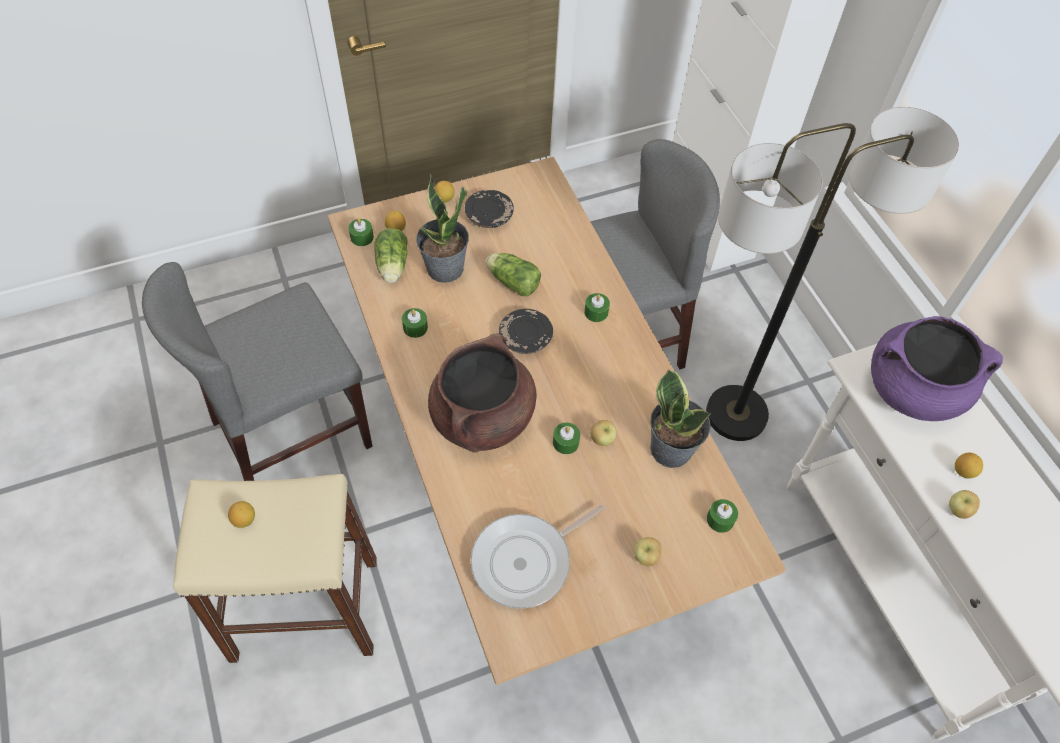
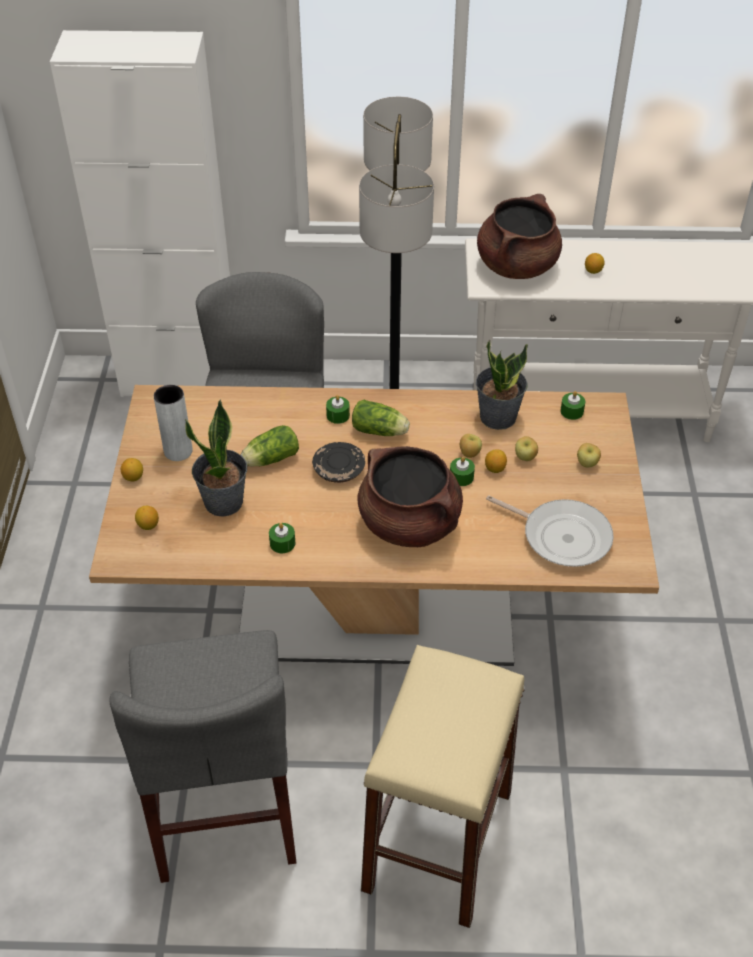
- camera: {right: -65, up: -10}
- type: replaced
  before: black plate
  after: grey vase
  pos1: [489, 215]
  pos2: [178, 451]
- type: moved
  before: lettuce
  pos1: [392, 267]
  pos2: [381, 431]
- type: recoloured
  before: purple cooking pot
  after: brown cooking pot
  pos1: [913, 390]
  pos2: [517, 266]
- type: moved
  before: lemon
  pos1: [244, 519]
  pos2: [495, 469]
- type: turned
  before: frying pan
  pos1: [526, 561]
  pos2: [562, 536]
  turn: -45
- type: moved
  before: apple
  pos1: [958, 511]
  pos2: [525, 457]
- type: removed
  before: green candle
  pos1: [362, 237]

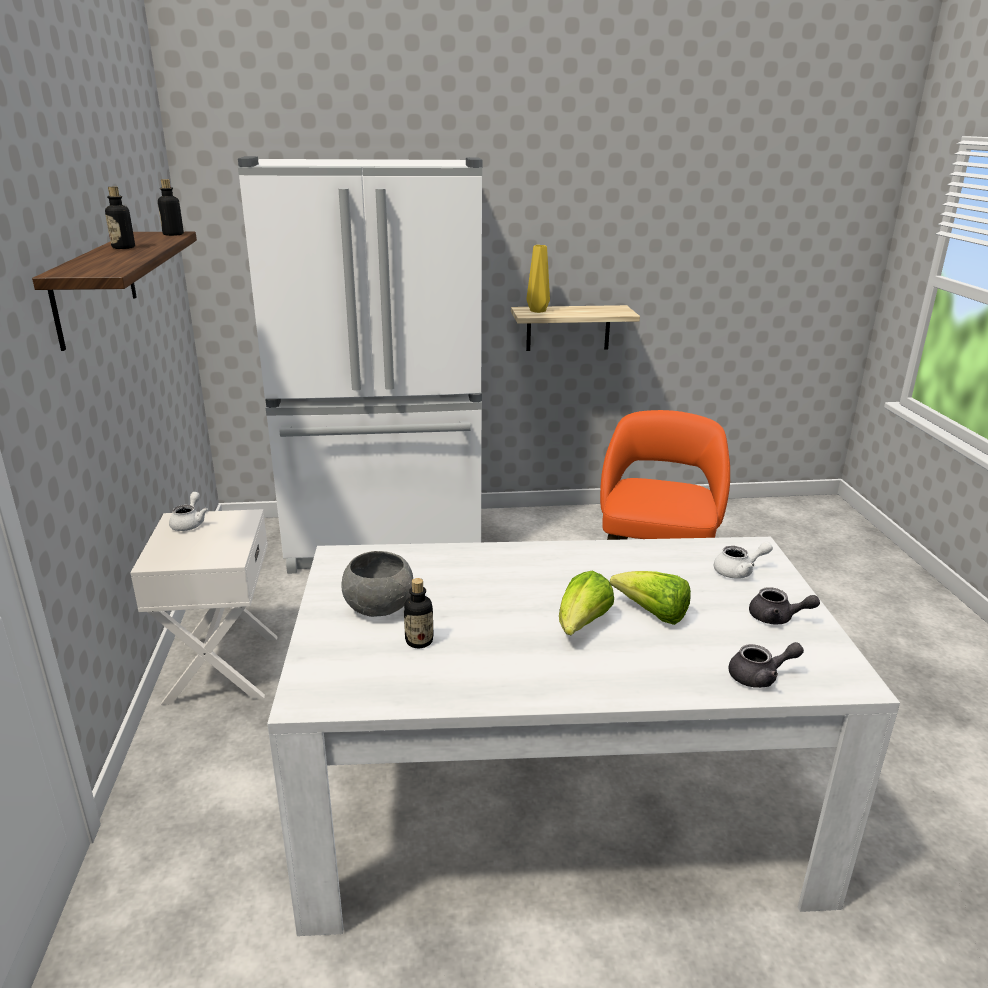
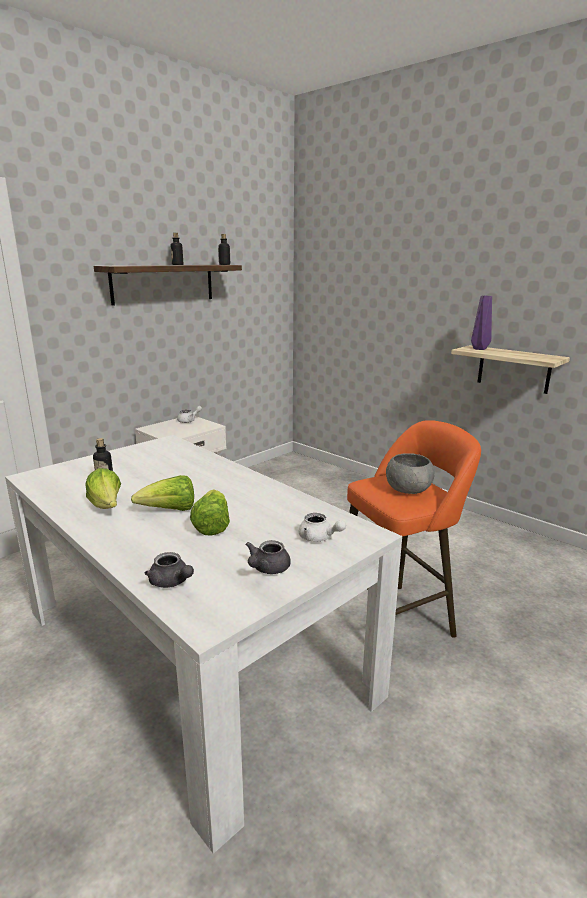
- camera: {right: 50, up: -5}
- type: added
  after: lettuce
  pos2: [107, 506]
- type: turned
  before: grey teapot
  pos1: [777, 618]
  pos2: [267, 569]
  turn: 45
- type: moved
  before: grey bowl
  pos1: [379, 607]
  pos2: [408, 490]
- type: recoloured
  before: yellow vase
  after: purple vase
  pos1: [537, 310]
  pos2: [480, 349]
- type: removed
  before: white fridge
  pos1: [385, 542]

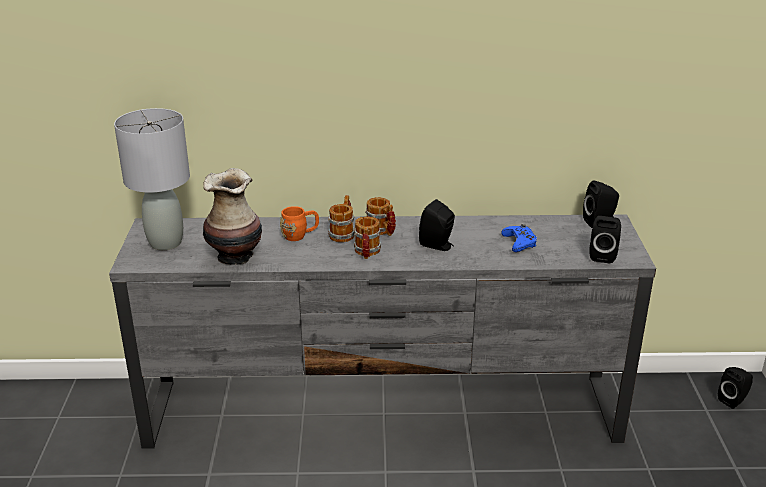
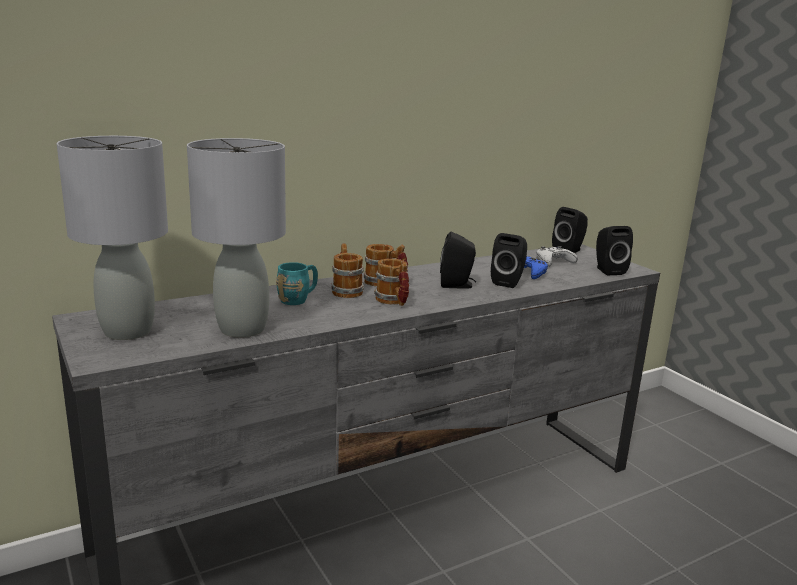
- camera: {right: -30, up: -10}
- type: replaced
  before: vase
  after: grey table lamp
  pos1: [236, 256]
  pos2: [243, 329]
- type: recoloured
  before: orange mug
  after: turquoise mug
  pos1: [300, 235]
  pos2: [298, 299]
- type: moved
  before: black speaker
  pos1: [733, 400]
  pos2: [508, 282]
- type: added
  after: white game controller
  pos2: [553, 262]

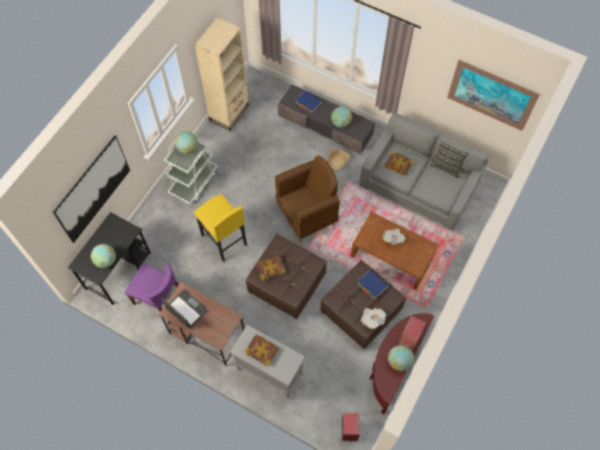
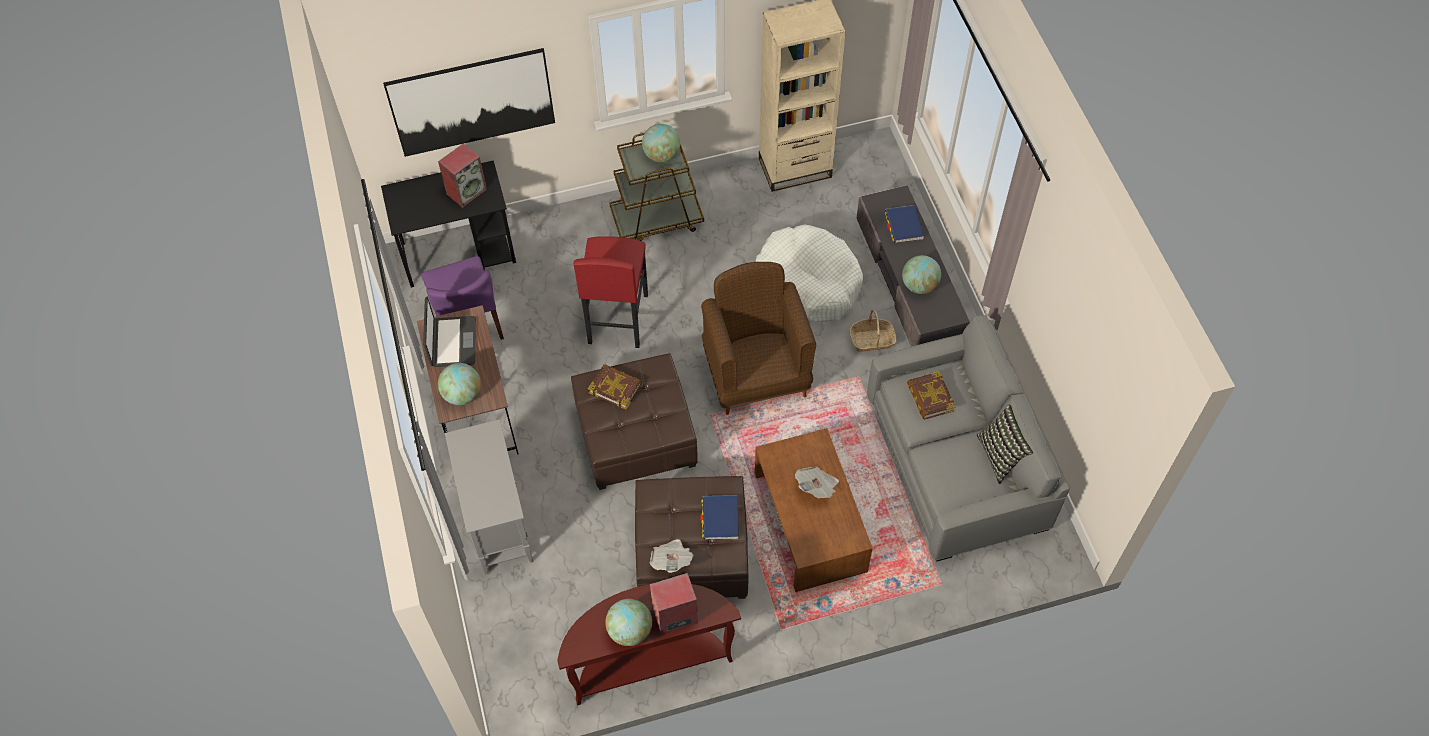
- camera: {right: 45, up: -5}
- type: moved
  before: speaker
  pos1: [349, 429]
  pos2: [467, 191]
- type: moved
  before: globe
  pos1: [106, 260]
  pos2: [462, 394]
- type: recoloured
  before: yellow stool
  after: red stool
  pos1: [224, 240]
  pos2: [617, 319]
- type: recoloured
  before: white cart
  after: brown cart
  pos1: [194, 182]
  pos2: [657, 219]
- type: turned
  before: brown armchair
  pos1: [307, 214]
  pos2: [756, 374]
  turn: -120
- type: added
  after: white dog bed
  pos2: [808, 281]
- type: removed
  before: book
  pos1: [262, 350]
- type: removed
  before: picture
  pos1: [491, 95]

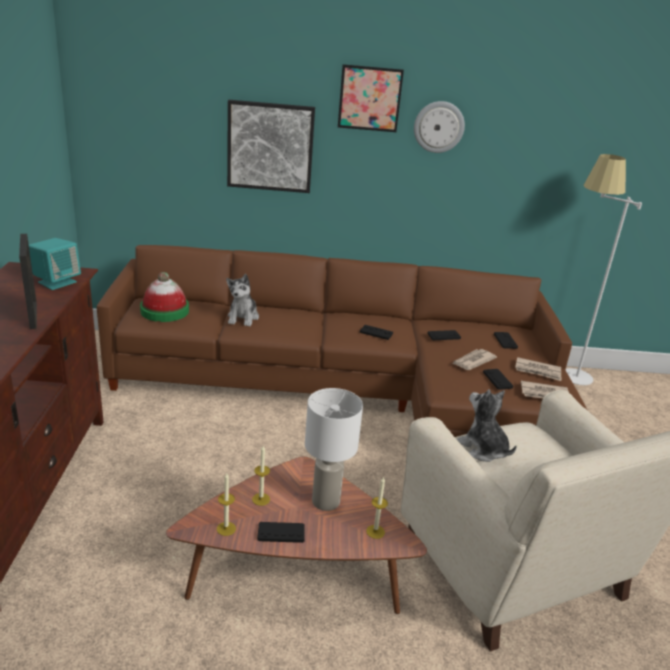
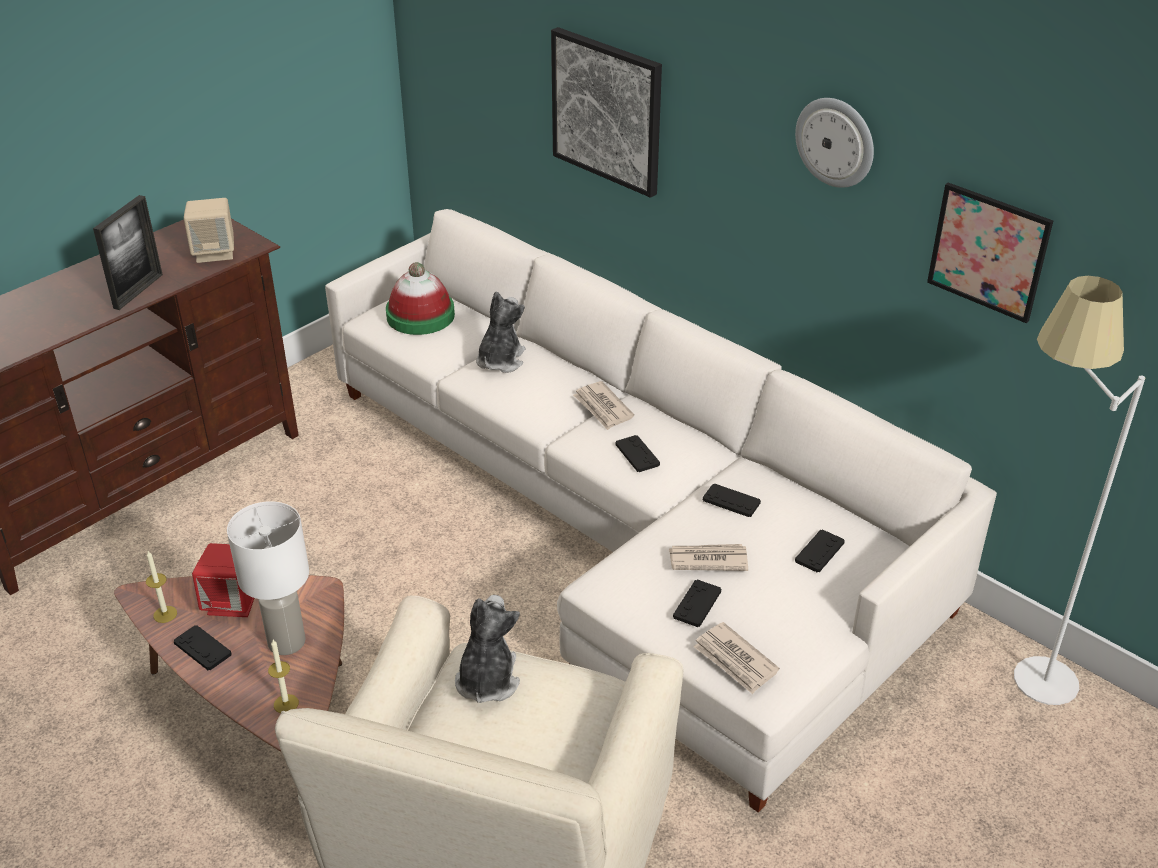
- camera: {right: 45, up: 10}
- type: recoloured
  before: turquoise speaker
  after: beige speaker
  pos1: [57, 282]
  pos2: [215, 253]
- type: replaced
  before: candle
  after: red speaker
  pos1: [261, 499]
  pos2: [233, 603]
- type: recoloured
  before: brown sofa
  after: white sofa
  pos1: [354, 389]
  pos2: [634, 527]
- type: turned
  before: plush toy
  pos1: [243, 317]
  pos2: [500, 360]
  turn: 150
- type: moved
  before: newspaper
  pos1: [538, 371]
  pos2: [603, 408]
- type: moved
  before: picture
  pos1: [369, 98]
  pos2: [988, 251]

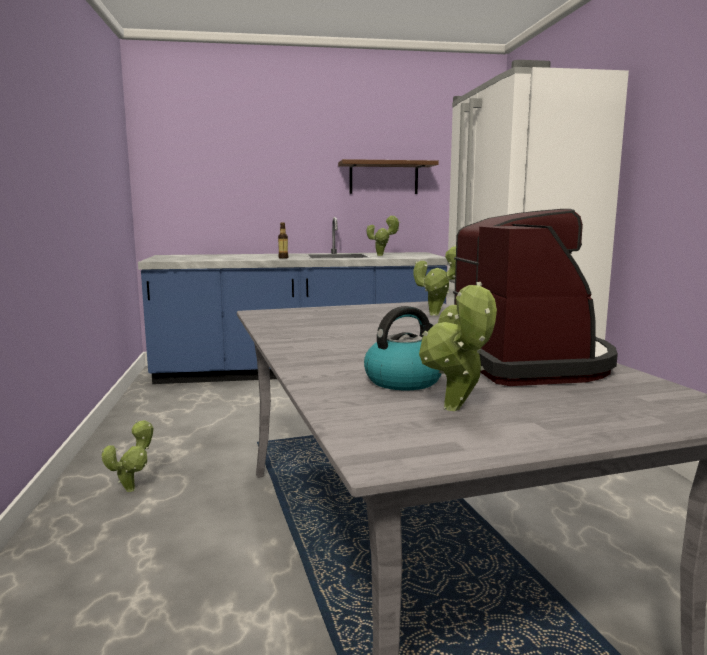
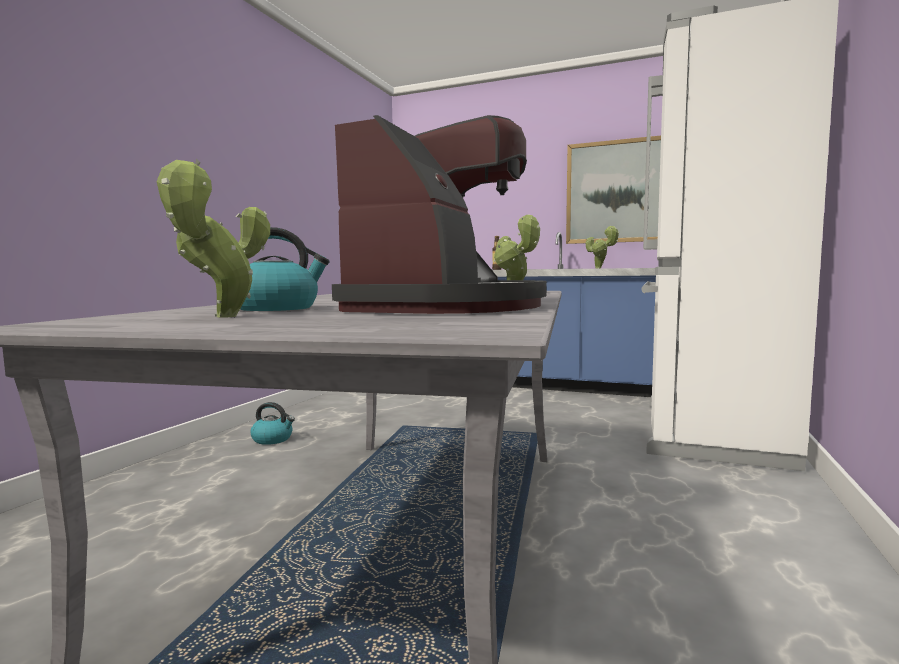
- camera: {right: 30, up: -5}
- type: replaced
  before: potted plant
  after: kettle
  pos1: [133, 488]
  pos2: [273, 439]
- type: replaced
  before: brown shelf
  after: picture
  pos1: [383, 178]
  pos2: [617, 192]

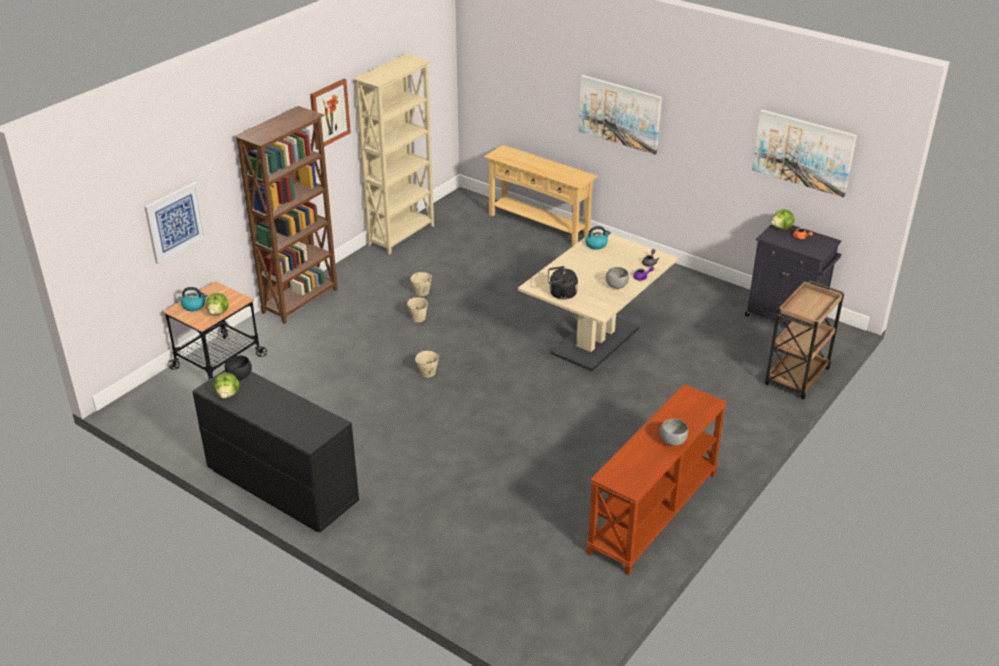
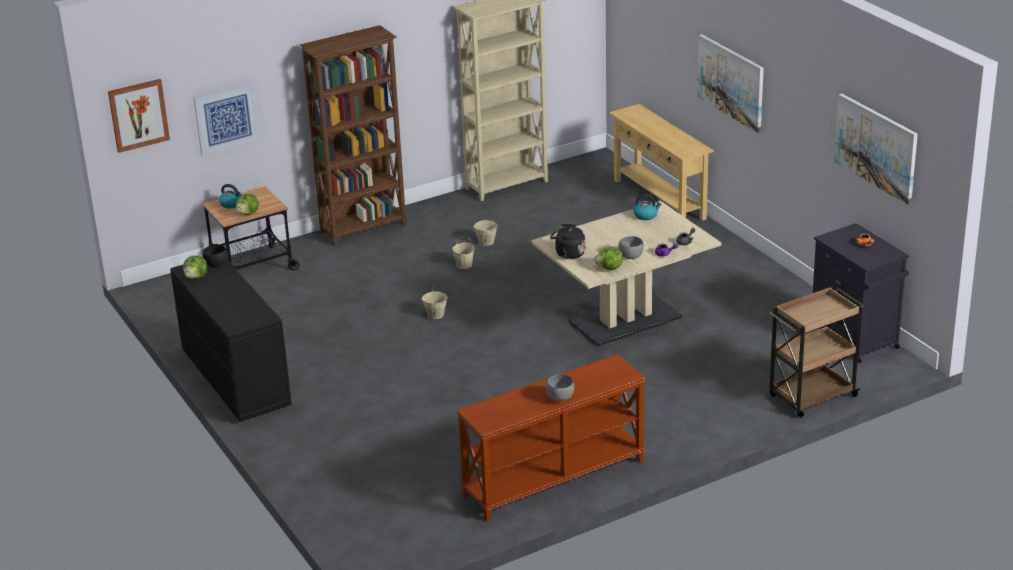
- camera: {right: 25, up: -5}
- type: moved
  before: picture
  pos1: [329, 113]
  pos2: [138, 115]
- type: moved
  before: lettuce
  pos1: [781, 228]
  pos2: [609, 268]

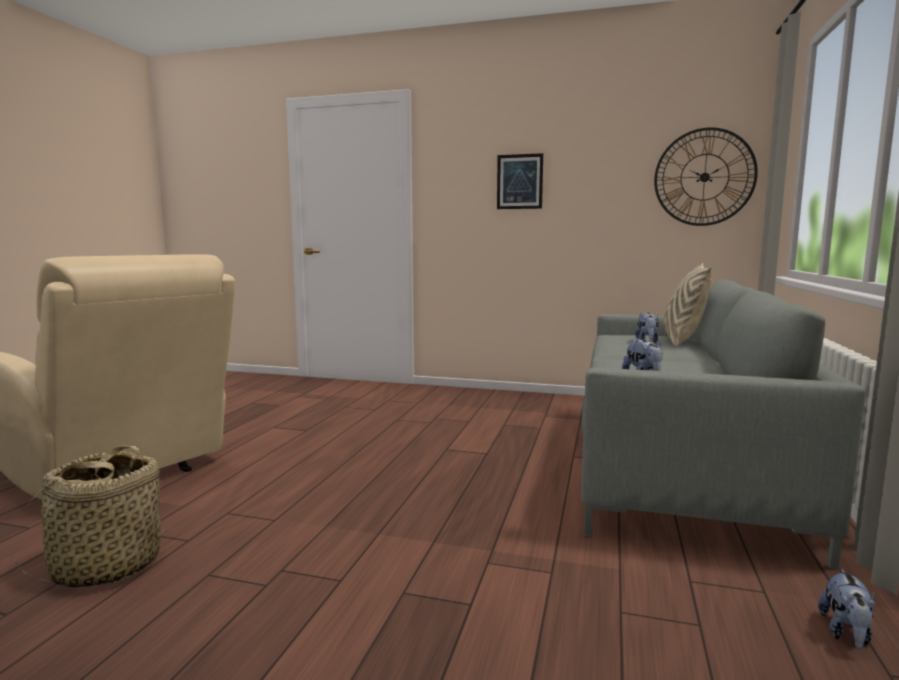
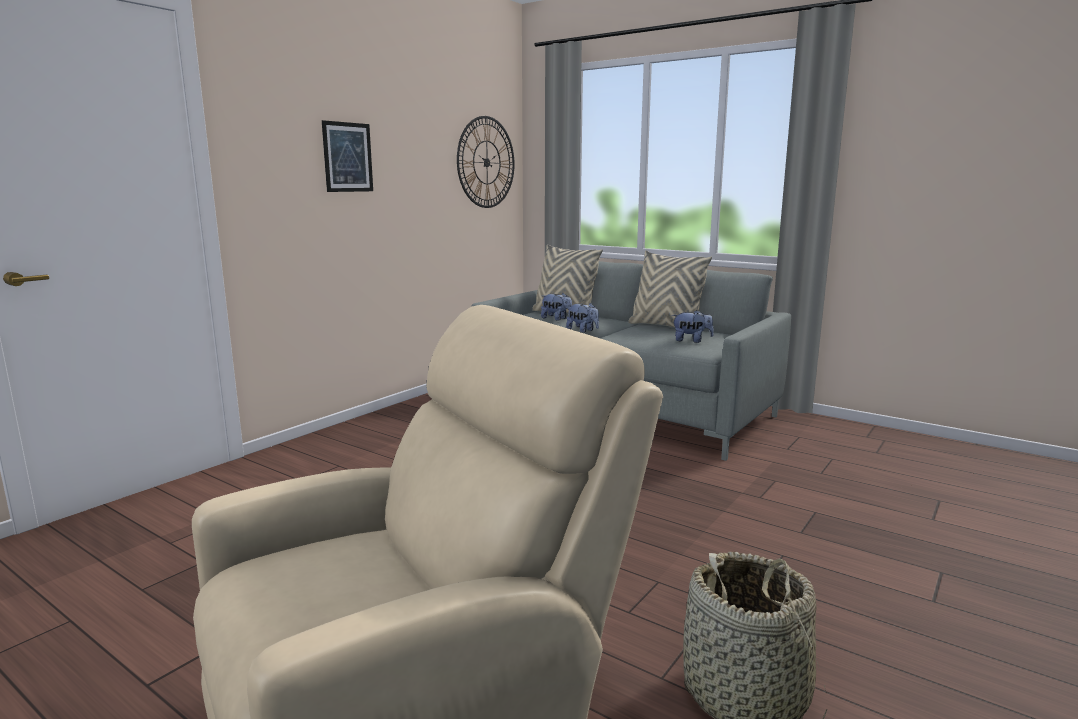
- camera: {right: -70, up: 5}
- type: moved
  before: plush toy
  pos1: [846, 633]
  pos2: [582, 330]
- type: added
  after: beige pillow
  pos2: [665, 326]

